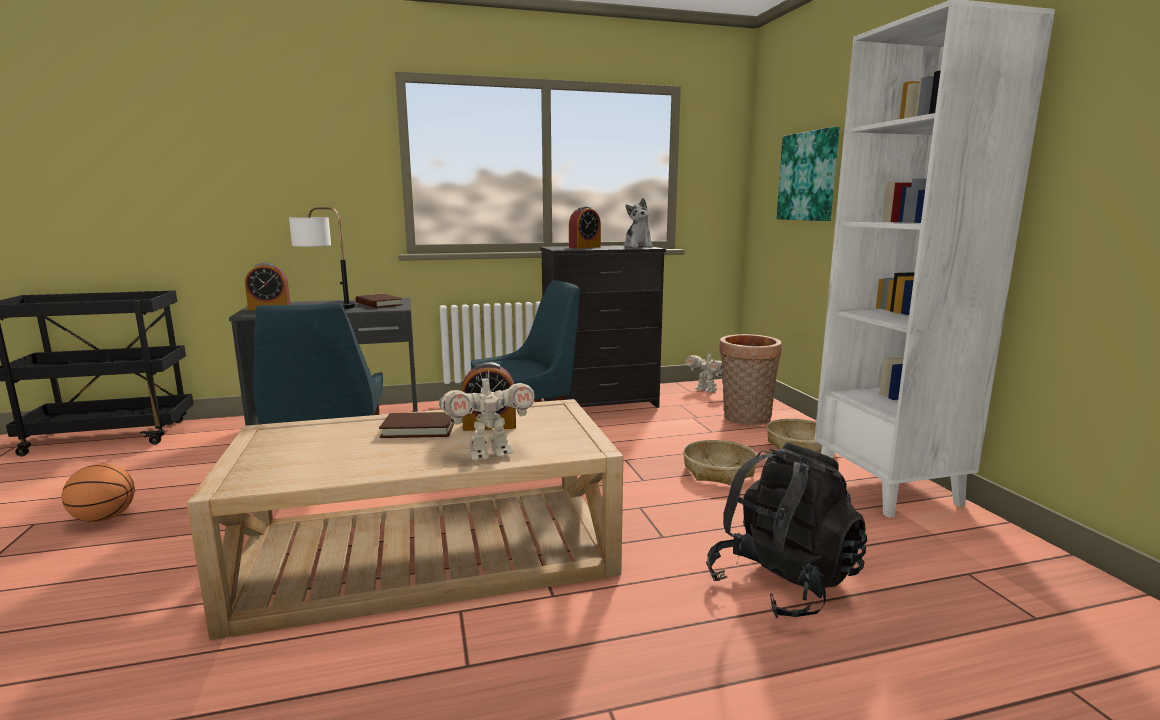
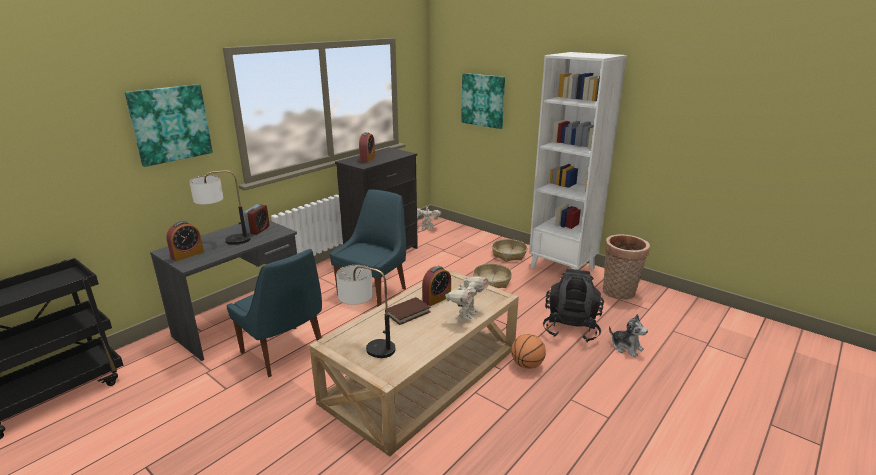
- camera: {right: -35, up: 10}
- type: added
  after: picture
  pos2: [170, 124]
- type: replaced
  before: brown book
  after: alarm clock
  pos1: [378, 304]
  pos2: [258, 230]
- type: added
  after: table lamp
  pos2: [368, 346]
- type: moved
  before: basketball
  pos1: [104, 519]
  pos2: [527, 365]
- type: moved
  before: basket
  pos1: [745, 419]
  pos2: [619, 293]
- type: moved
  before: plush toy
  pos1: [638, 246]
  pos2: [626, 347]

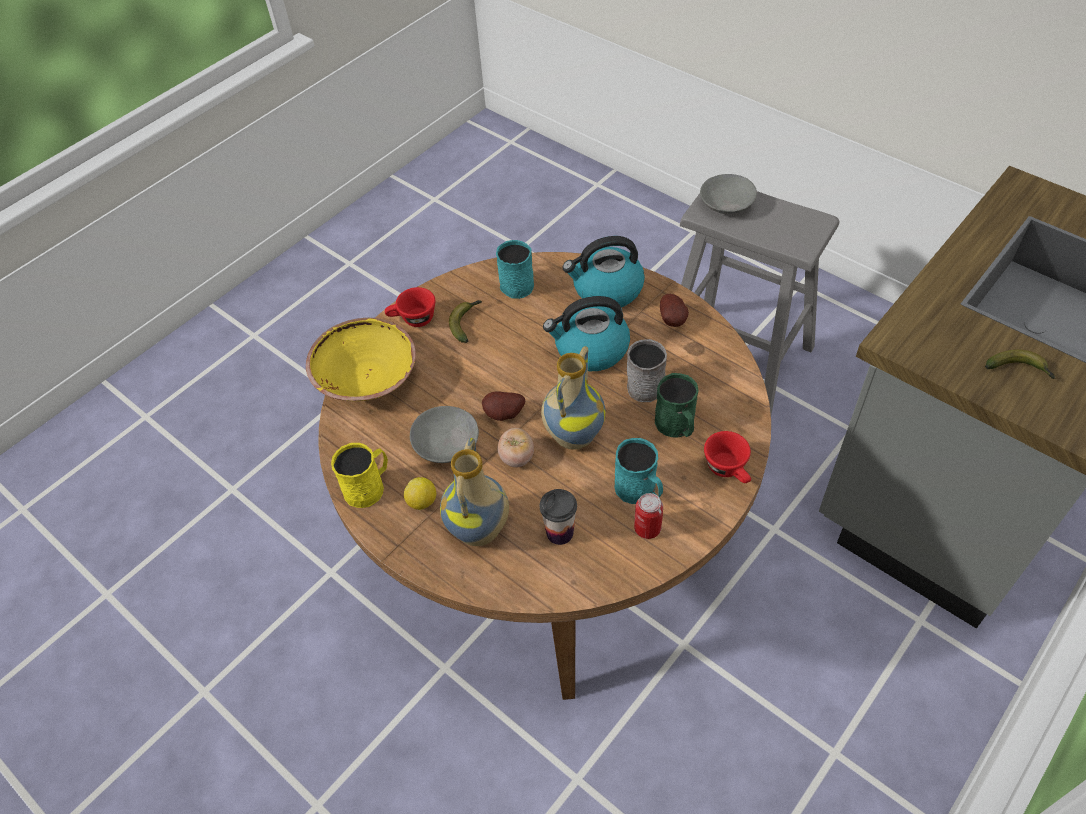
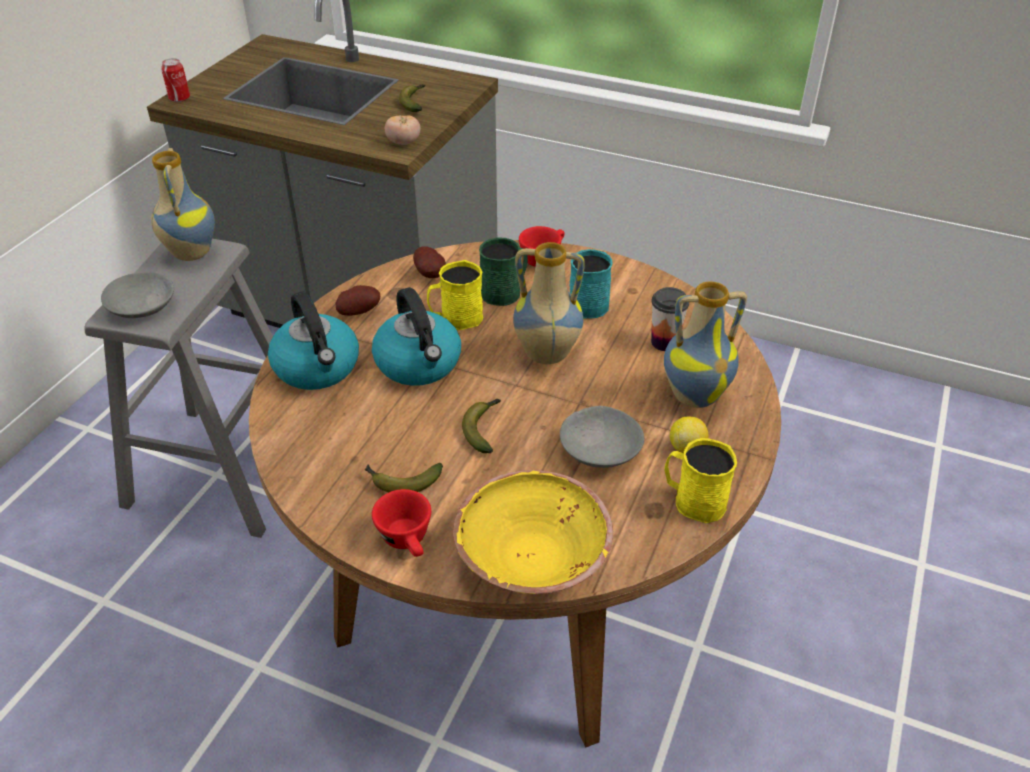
- camera: {right: -110, up: -10}
- type: added
  after: vase
  pos2: [190, 253]
- type: moved
  before: can
  pos1: [647, 528]
  pos2: [179, 98]
- type: moved
  before: tomato
  pos1: [517, 457]
  pos2: [403, 143]
- type: moved
  before: potato
  pos1: [504, 415]
  pos2: [431, 275]
- type: recoloured
  before: grey mug
  after: yellow mug
  pos1: [644, 382]
  pos2: [456, 318]
- type: added
  after: banana
  pos2: [484, 428]
- type: removed
  before: turquoise mug
  pos1: [513, 283]

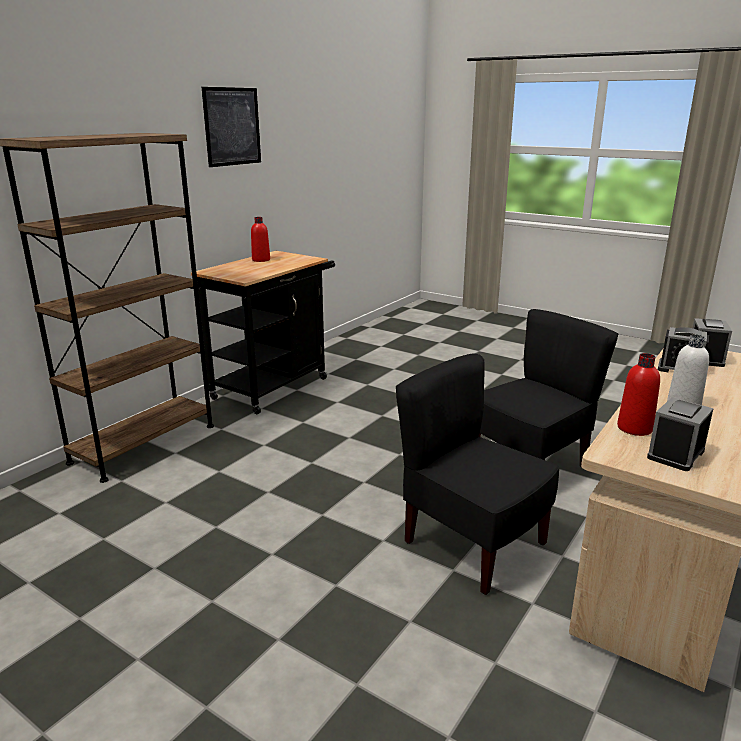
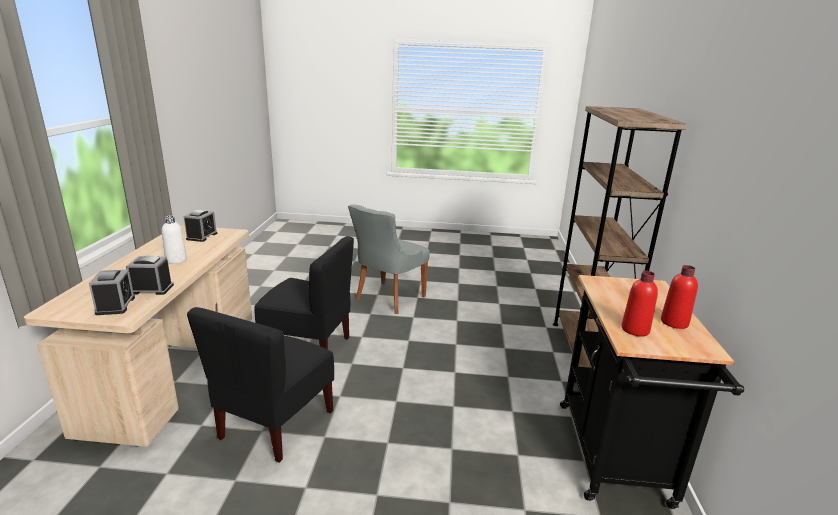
- camera: {right: 150, up: 0}
- type: added
  after: grey chair
  pos2: [388, 298]
- type: moved
  before: red bottle
  pos1: [634, 428]
  pos2: [635, 330]
- type: removed
  before: picture
  pos1: [232, 126]

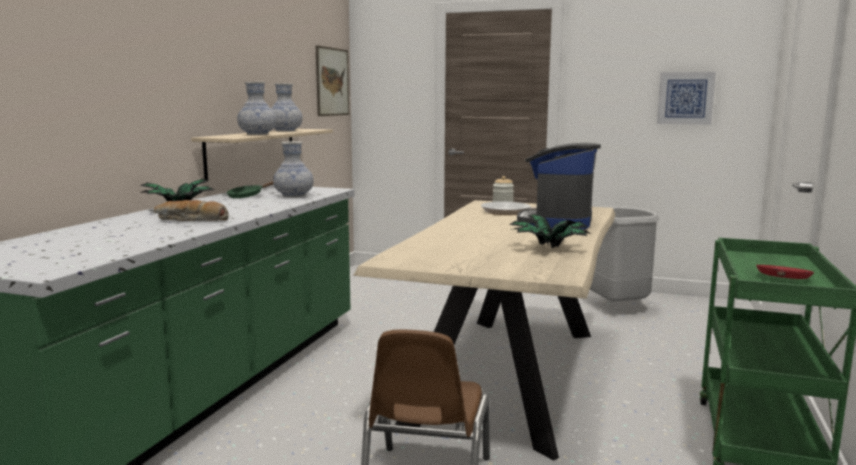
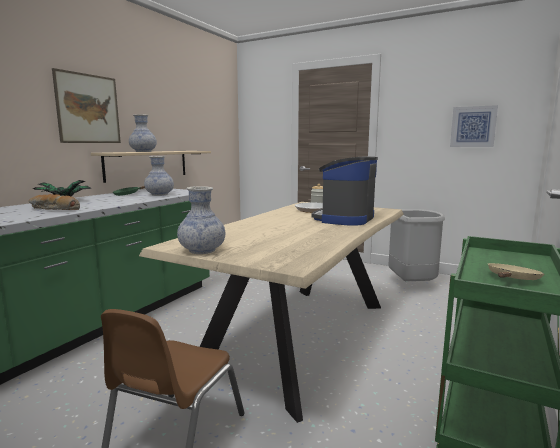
- camera: {right: 10, up: 0}
- type: moved
  before: picture
  pos1: [332, 82]
  pos2: [88, 109]
- type: moved
  before: vase
  pos1: [285, 131]
  pos2: [202, 250]
- type: recoloured
  before: red frying pan
  after: beige frying pan
  pos1: [783, 280]
  pos2: [512, 279]
- type: removed
  before: potted plant
  pos1: [548, 248]

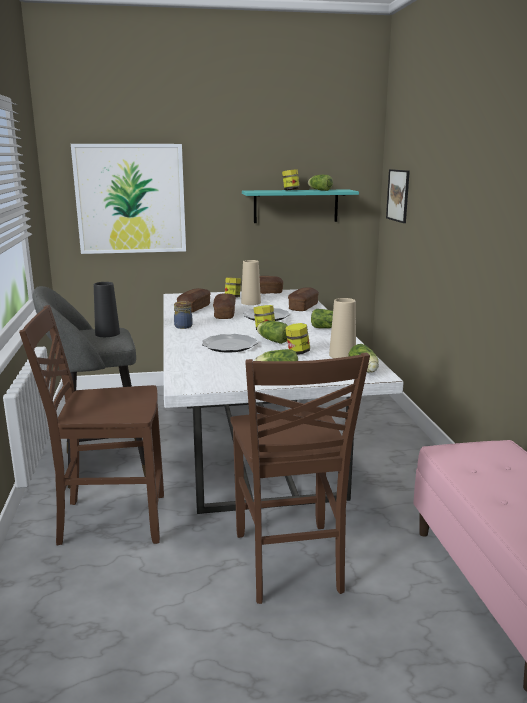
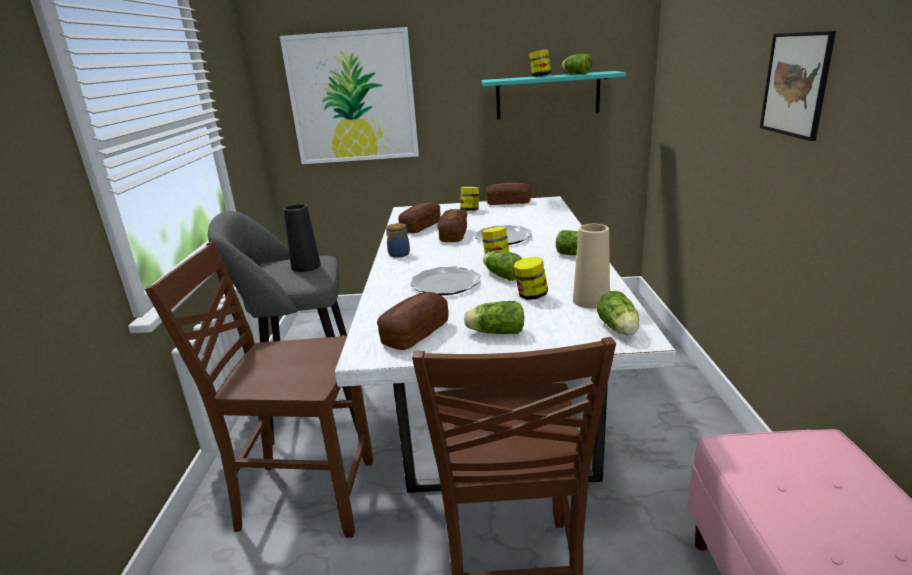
- camera: {right: 10, up: 5}
- type: moved
  before: bread
  pos1: [303, 307]
  pos2: [415, 333]
- type: moved
  before: picture
  pos1: [398, 195]
  pos2: [795, 84]
- type: removed
  before: beige vase
  pos1: [251, 302]

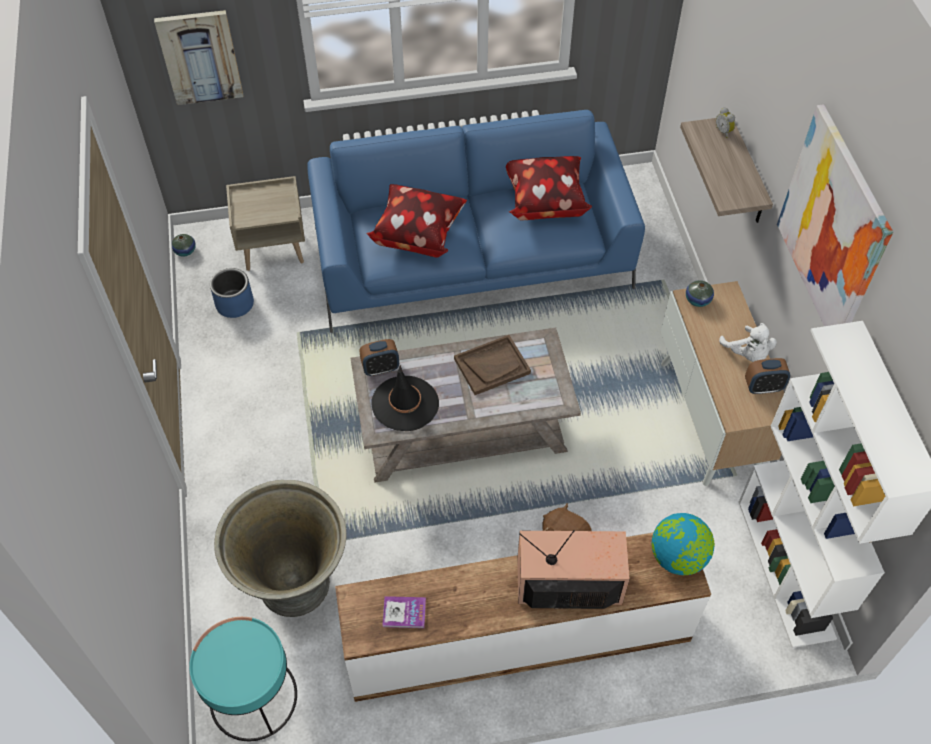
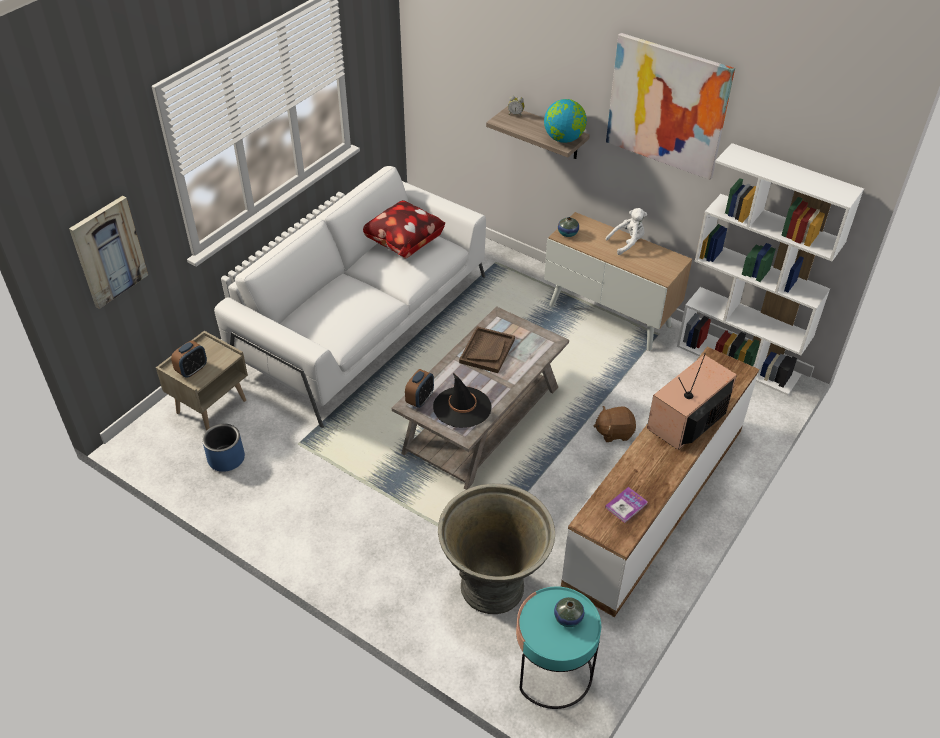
- camera: {right: -45, up: -10}
- type: moved
  before: alarm clock
  pos1: [763, 387]
  pos2: [192, 370]
- type: recoloured
  before: blue sofa
  after: white sofa
  pos1: [472, 257]
  pos2: [363, 322]
- type: moved
  before: globe
  pos1: [678, 557]
  pos2: [564, 139]
- type: moved
  before: vase
  pos1: [185, 251]
  pos2: [568, 618]
- type: turned
  before: white plush toy
  pos1: [747, 354]
  pos2: [627, 243]
  turn: -45
- type: removed
  before: pillow
  pos1: [417, 234]

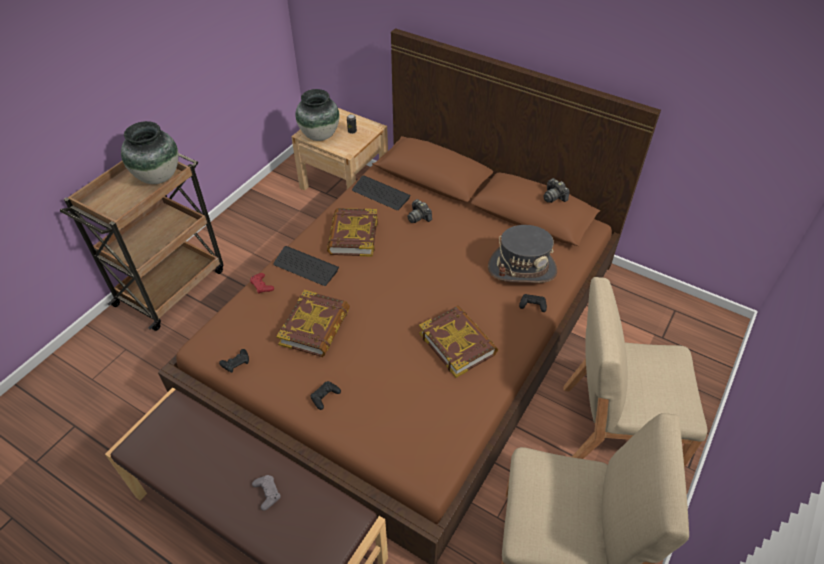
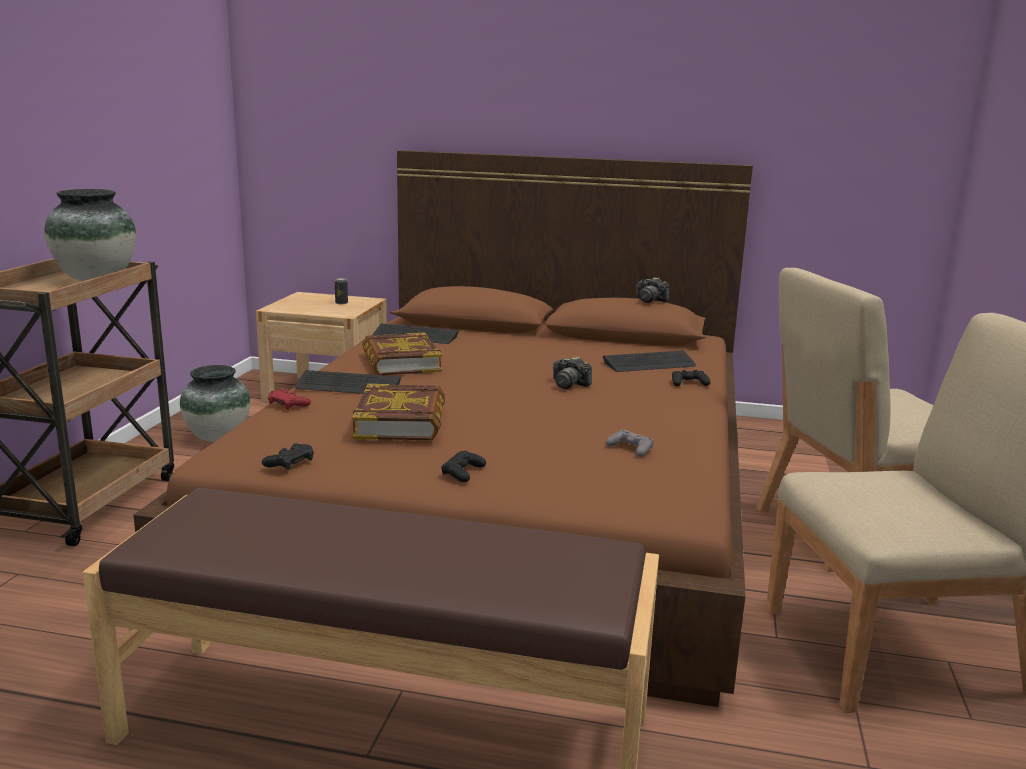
- camera: {right: -20, up: -30}
- type: moved
  before: vase
  pos1: [320, 135]
  pos2: [218, 437]
- type: moved
  before: photo camera
  pos1: [419, 217]
  pos2: [569, 384]
- type: replaced
  before: grey hat
  after: keyboard
  pos1: [522, 268]
  pos2: [649, 364]
- type: moved
  before: grey game controller
  pos1: [267, 493]
  pos2: [630, 449]
- type: removed
  before: book
  pos1: [457, 343]

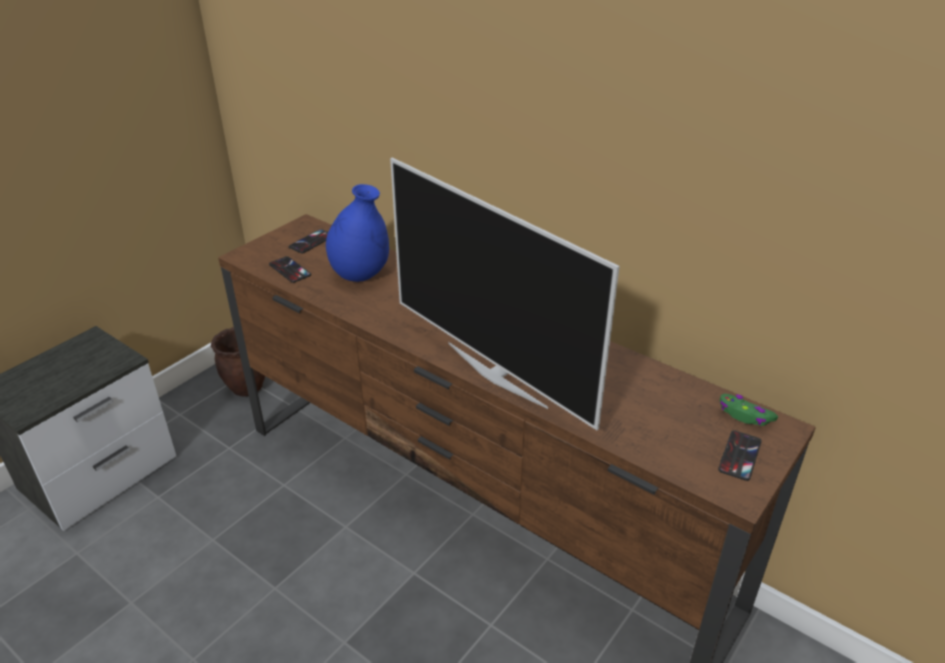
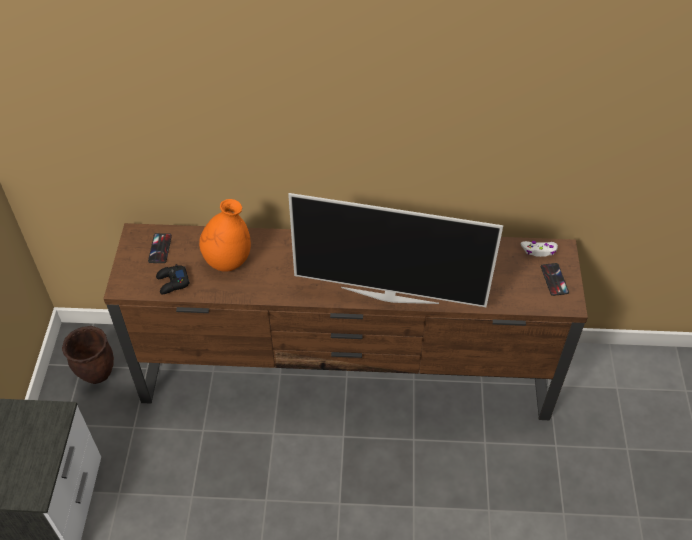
- camera: {right: -35, up: 15}
- type: replaced
  before: phone
  after: black game controller
  pos1: [290, 270]
  pos2: [172, 282]
- type: recoloured
  before: blue vase
  after: orange vase
  pos1: [360, 275]
  pos2: [228, 261]
- type: recoloured
  before: green game controller
  after: white game controller
  pos1: [745, 415]
  pos2: [539, 251]

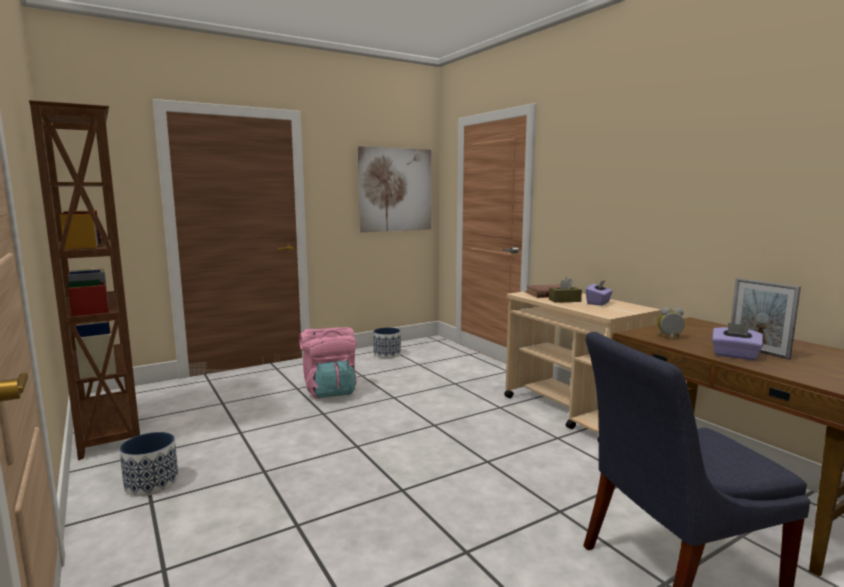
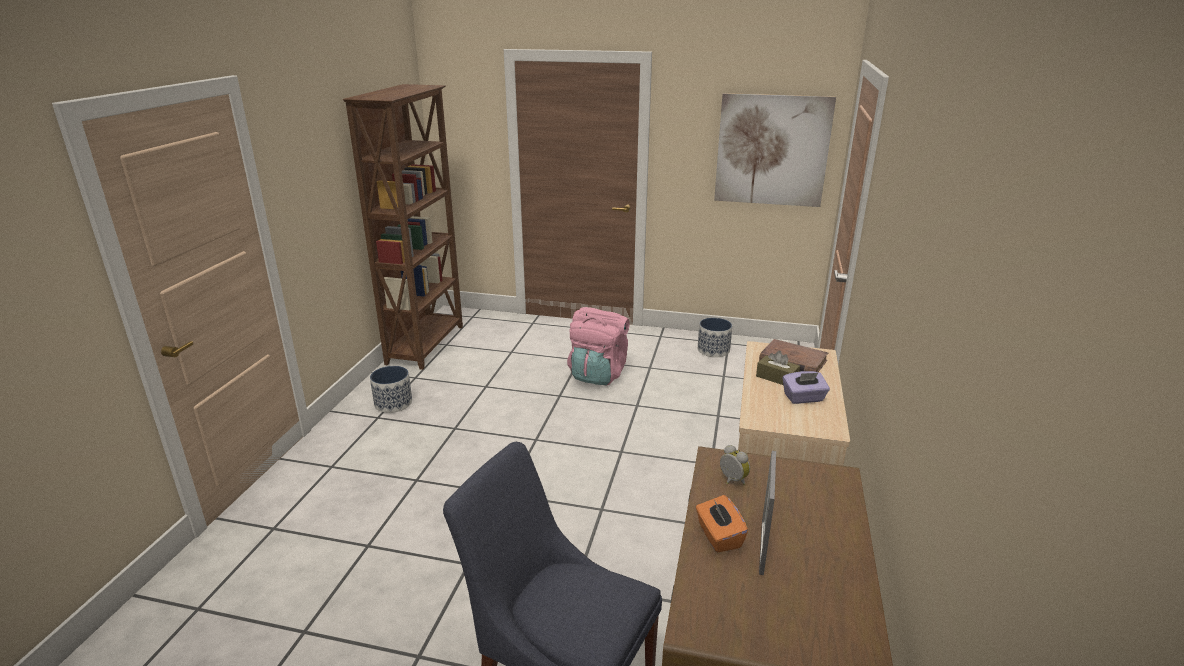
- camera: {right: 45, up: 15}
- type: recoloured
  before: purple tissue box
  after: orange tissue box
  pos1: [735, 355]
  pos2: [718, 536]

